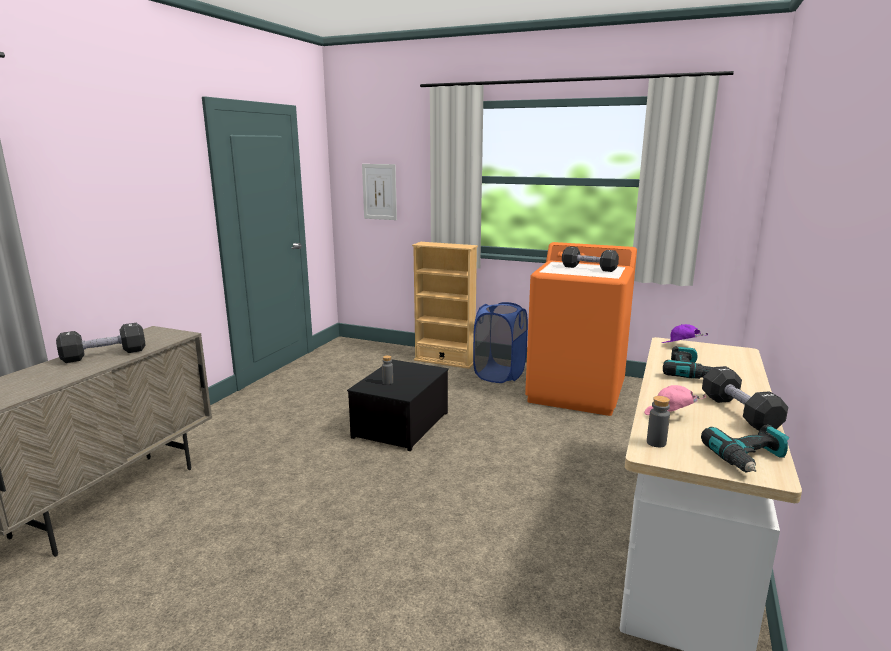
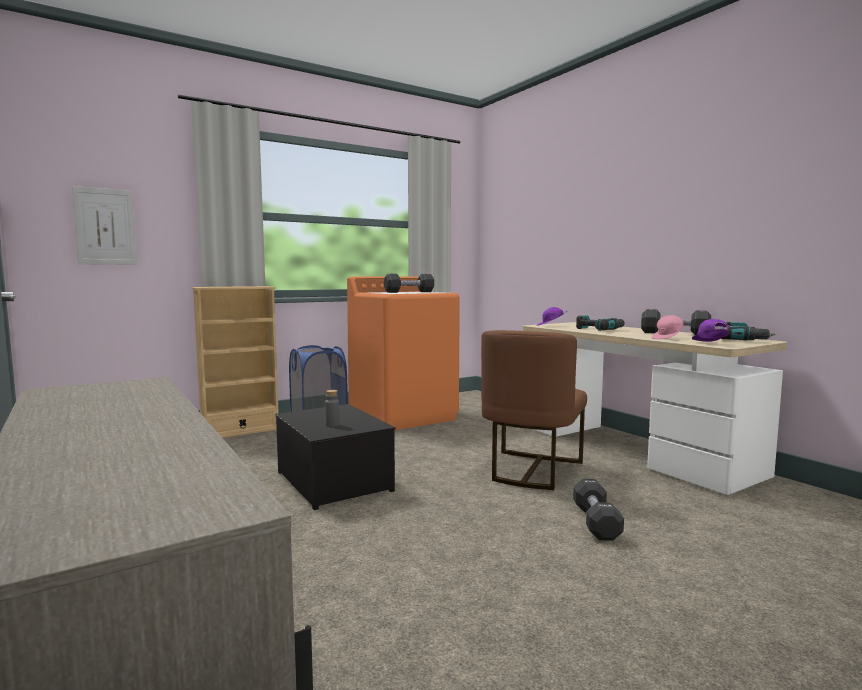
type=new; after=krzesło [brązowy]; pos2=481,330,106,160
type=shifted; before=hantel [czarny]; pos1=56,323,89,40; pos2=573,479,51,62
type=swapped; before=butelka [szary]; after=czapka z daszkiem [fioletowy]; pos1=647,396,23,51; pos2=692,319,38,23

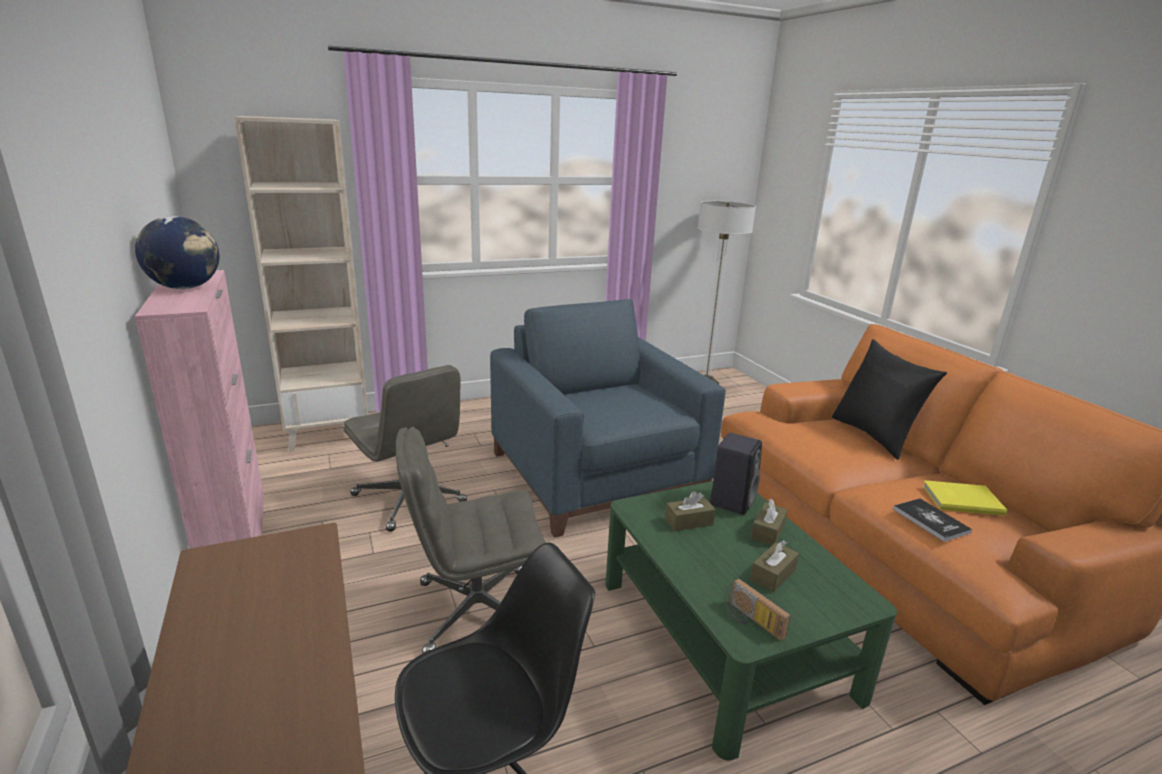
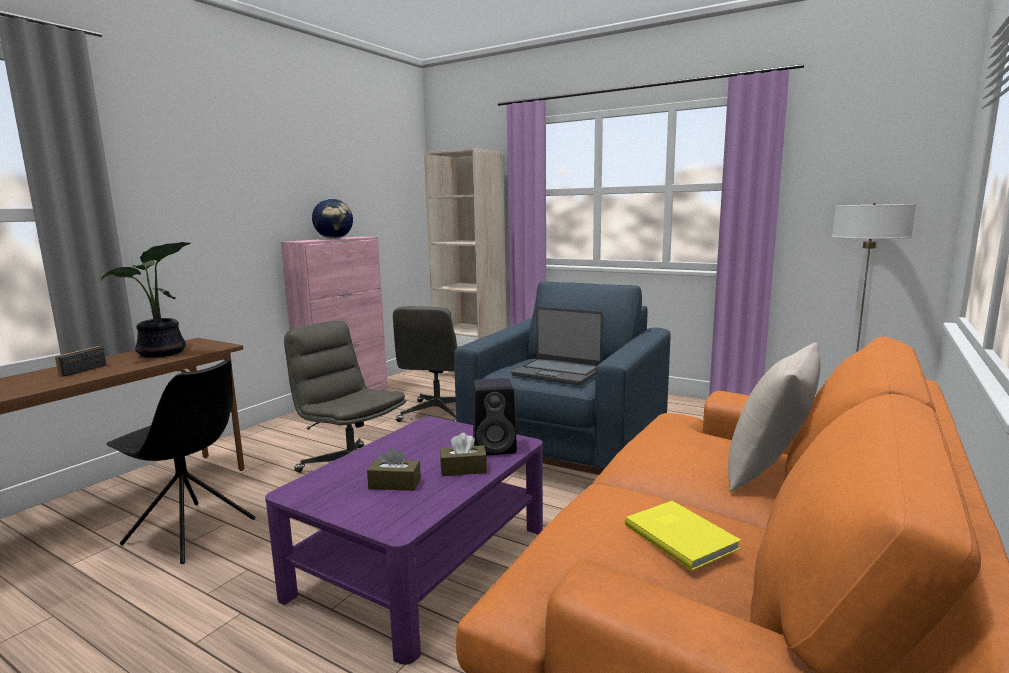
type=shifted; before=radio; pos1=725,579,66,62; pos2=55,346,51,31
type=new; after=roślina doniczkowa; pos2=98,242,93,116
type=repainted; before=ława [zielony]; after=ława [fioletowy]; pos1=605,481,292,280; pos2=265,416,278,249
type=new; after=laptop; pos2=511,307,93,78
type=repainted; before=poduszka [czarny]; after=poduszka [beżowy]; pos1=832,339,115,121; pos2=728,342,92,150
type=gone; before=pudełko chusteczek [brązowy]; pos1=665,491,51,40
type=gone; before=książka; pos1=893,498,79,44

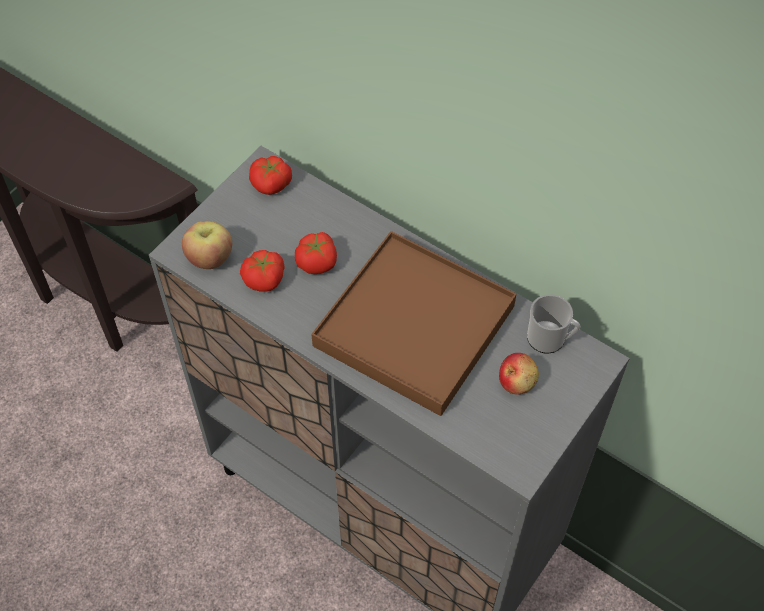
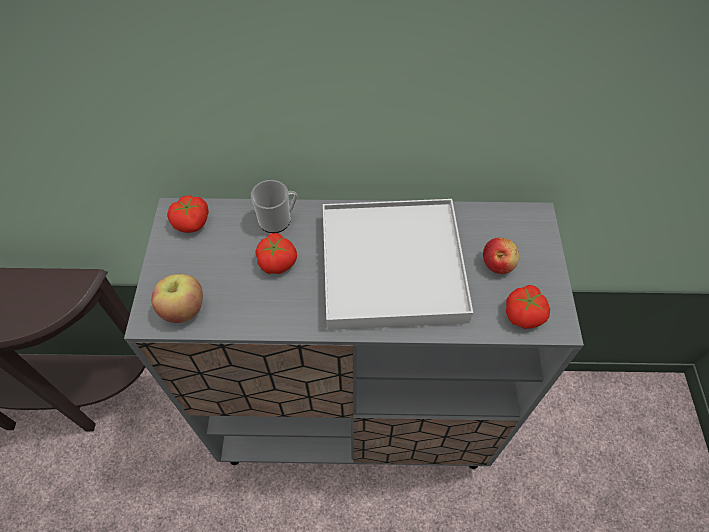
type=shifted; before=kubek; pos1=527,294,54,59; pos2=251,180,46,53
type=repainted; before=taca [brązowy]; after=taca [biały]; pos1=311,231,205,185; pos2=323,199,150,131
type=shifted; before=pomidor; pos1=240,250,44,42; pos2=506,285,44,44

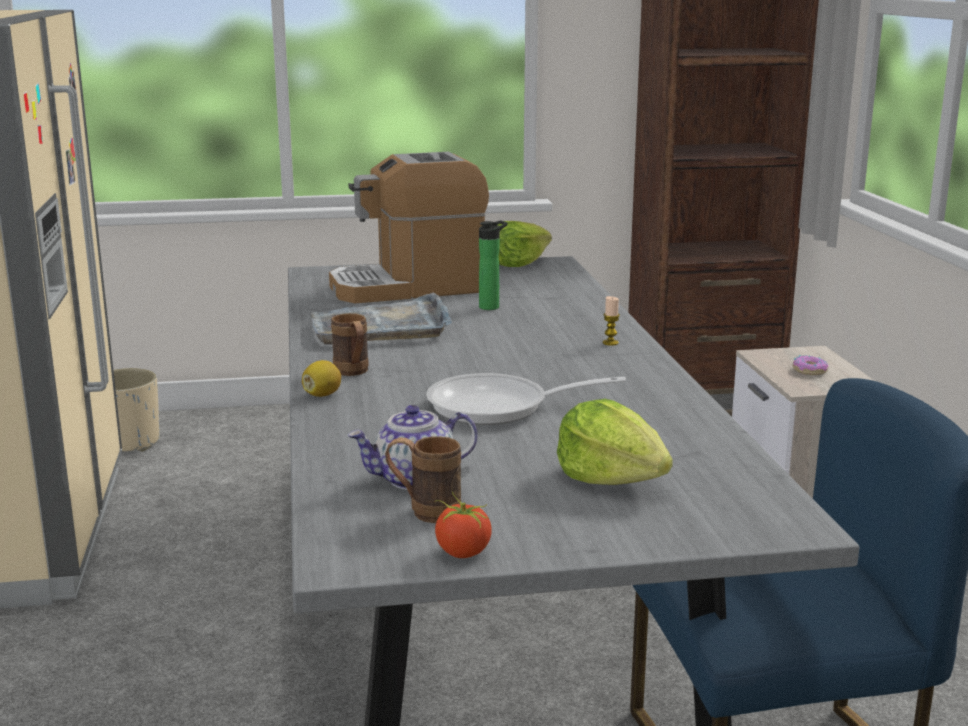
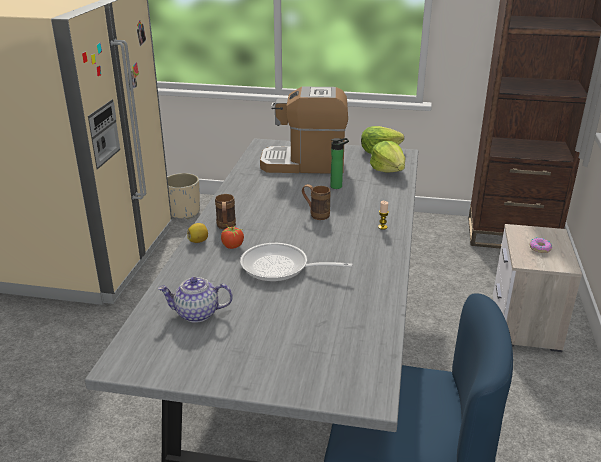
type=shifted; before=pomidor; pos1=435,492,57,66; pos2=221,224,23,25
type=shifted; before=kubek [brązowy]; pos1=385,436,76,87; pos2=302,184,29,36
type=shifted; before=sałata; pos1=557,399,116,86; pos2=370,141,35,31
type=gone; before=taca [szary]; pos1=311,293,141,51

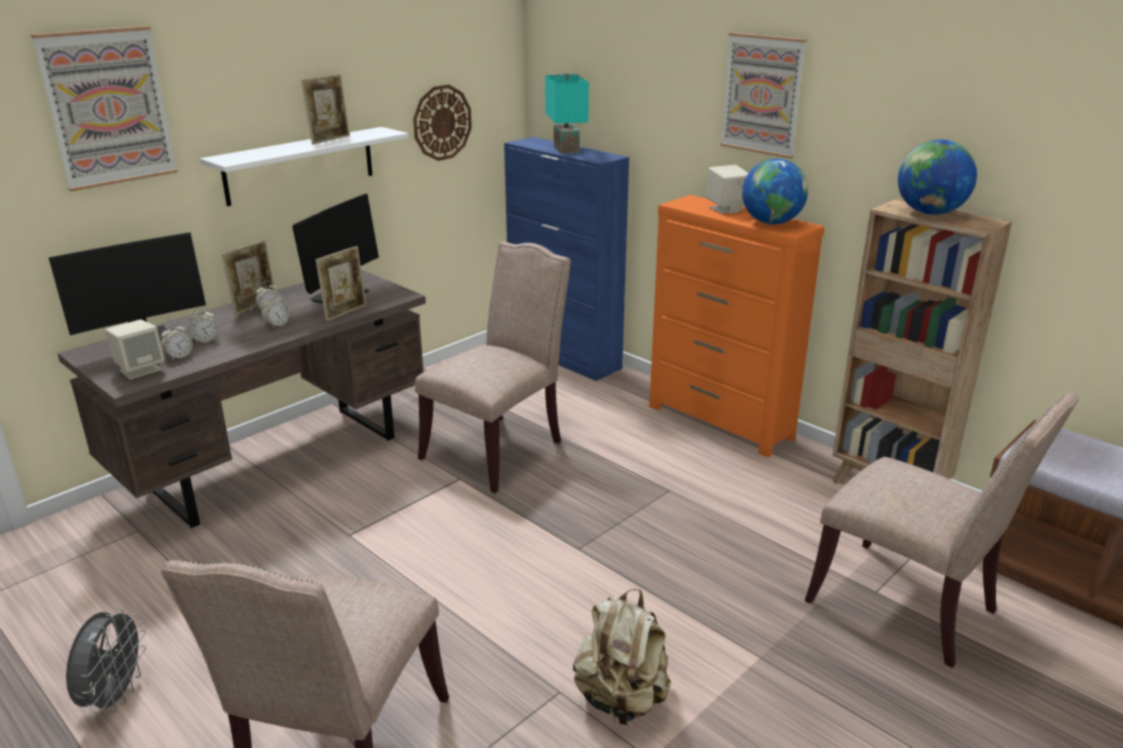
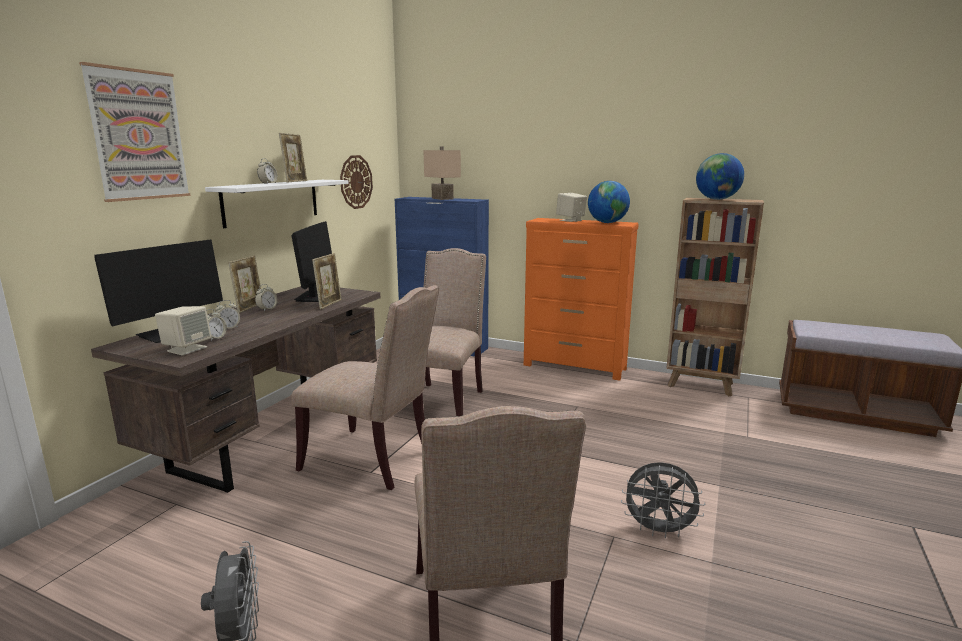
type=shifted; before=budzik; pos1=261,293,29,36; pos2=257,158,20,26
type=shifted; before=krzesło [beżowy]; pos1=805,393,275,275; pos2=291,285,148,205
type=repainted; before=lampa stołowa [turkusowy]; after=lampa stołowa [beżowy]; pos1=545,73,44,81; pos2=423,146,38,54
type=swapped; before=plecak [beżowy]; after=wentylator [szary]; pos1=573,589,98,136; pos2=621,462,84,77
type=gone; before=obraz; pos1=720,33,87,125

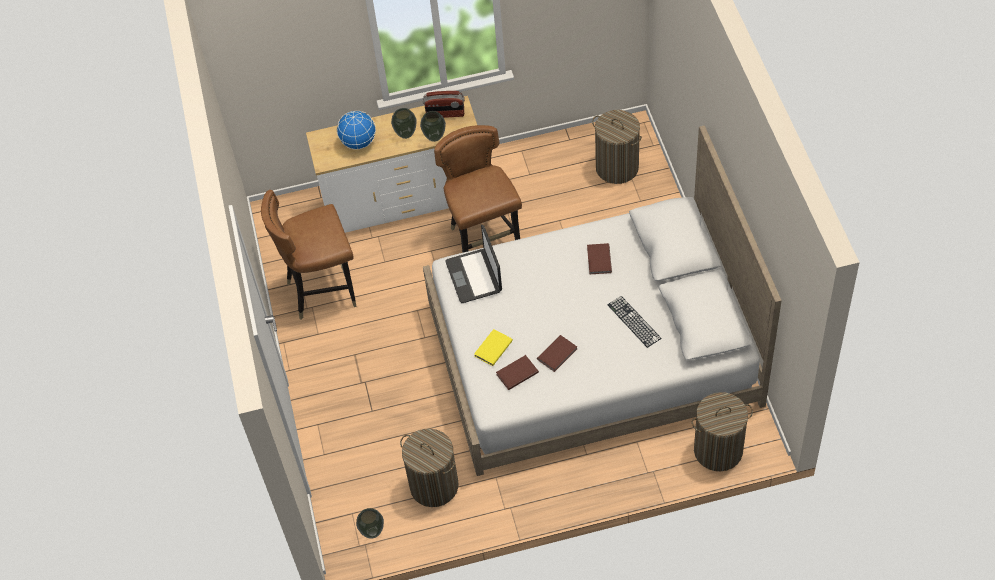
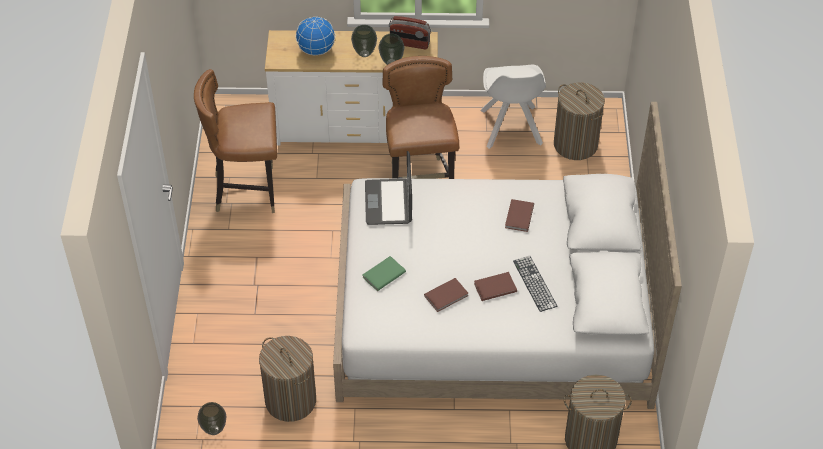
type=repainted; before=książka [żółty]; after=książka [zielony]; pos1=474,329,39,37; pos2=362,256,44,35
type=shifted; before=książka [brązowy]; pos1=496,355,43,35; pos2=474,272,43,29
type=new; after=krzesło [biały]; pos2=480,65,66,84

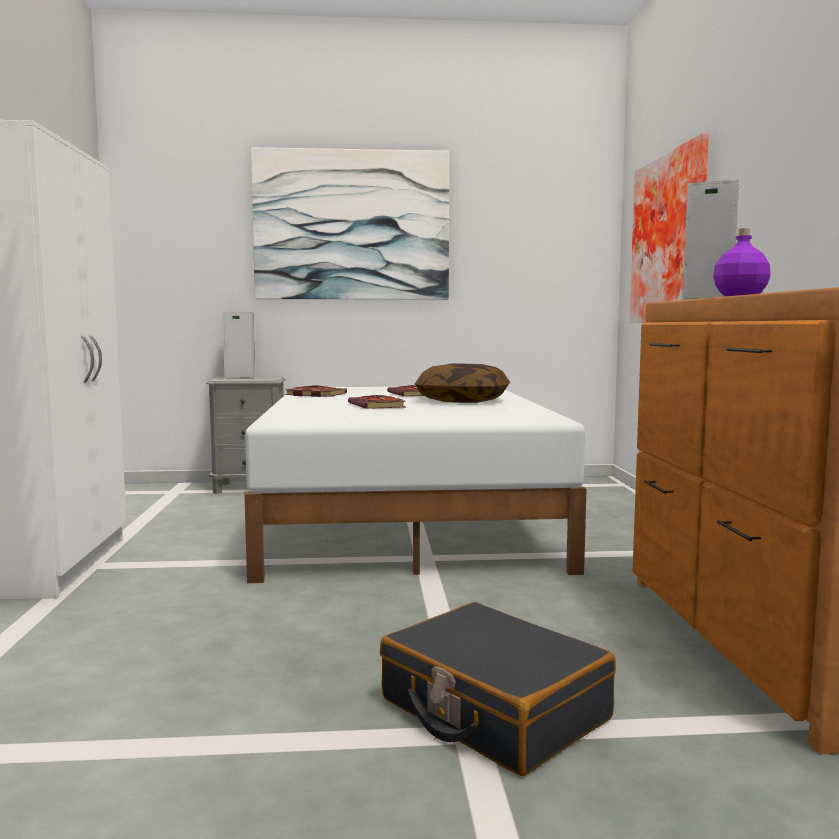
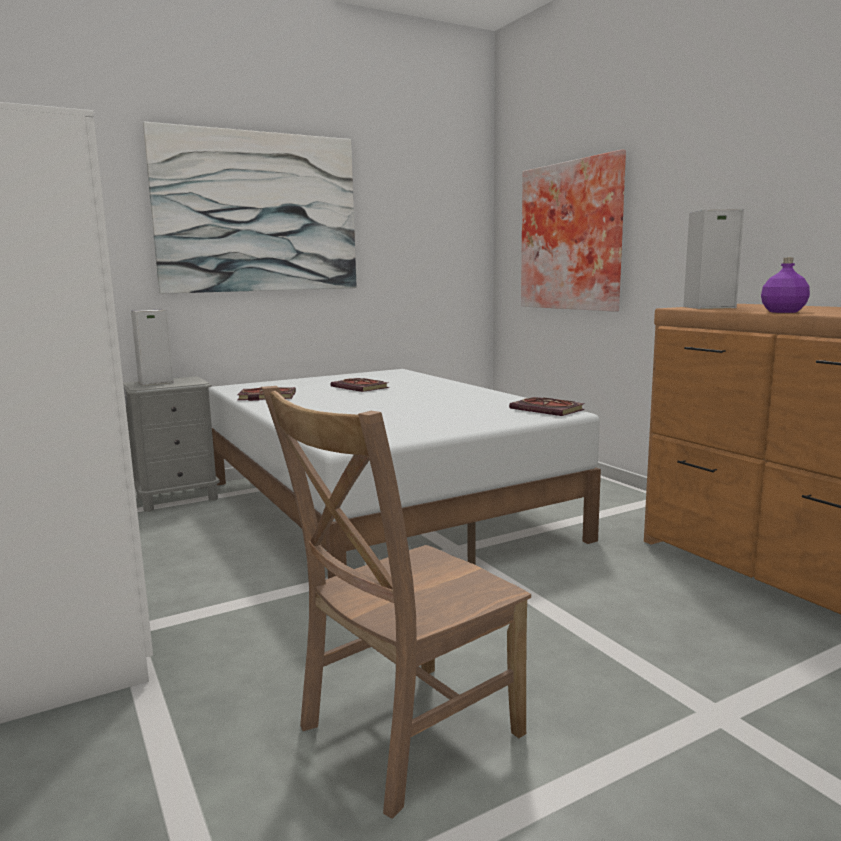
type=new; after=krzesło [brązowy]; pos2=261,386,270,433
type=shifted; before=książka; pos1=348,395,58,14; pos2=509,397,76,19
type=gone; before=walizka [czarny]; pos1=380,602,236,174
type=gone; before=poduszka; pos1=415,363,95,40

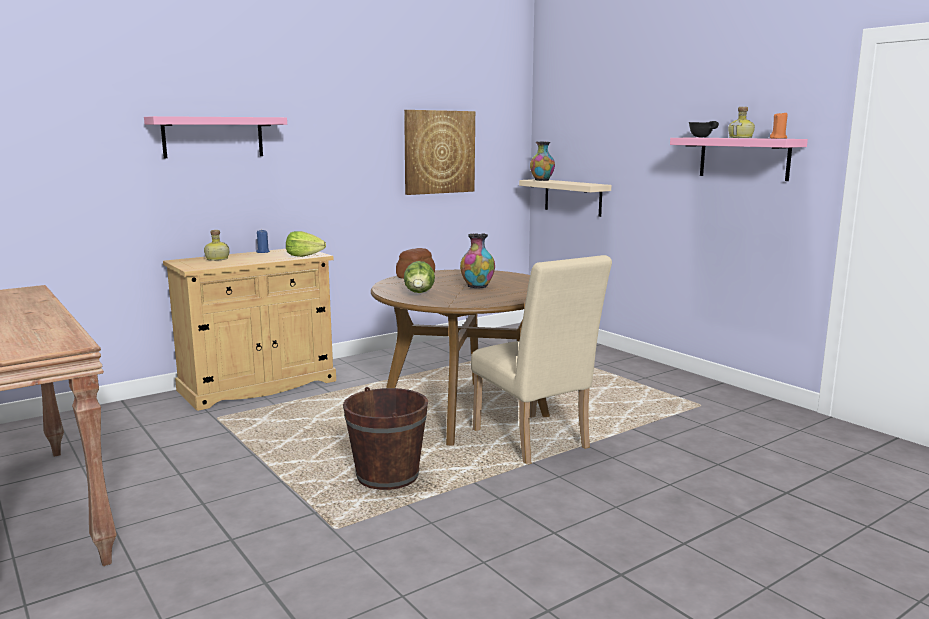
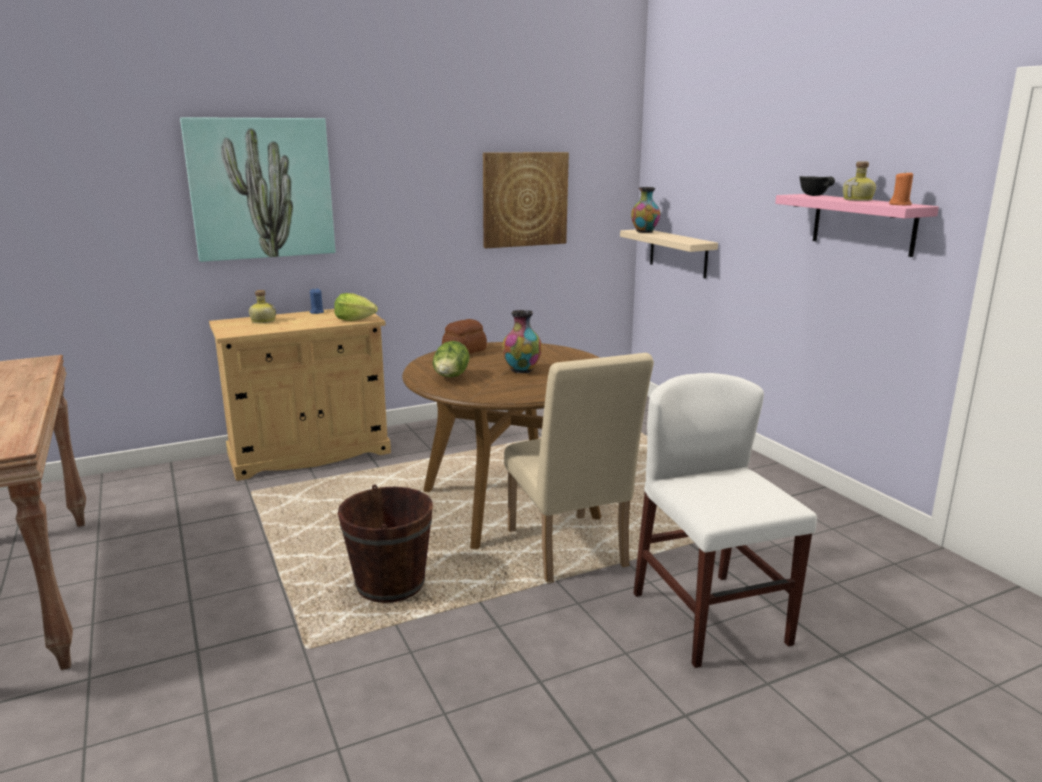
type=swapped; before=półka [różowy]; after=obraz; pos1=144,116,143,42; pos2=180,117,155,145
type=new; after=krzesło [biały]; pos2=634,373,183,295

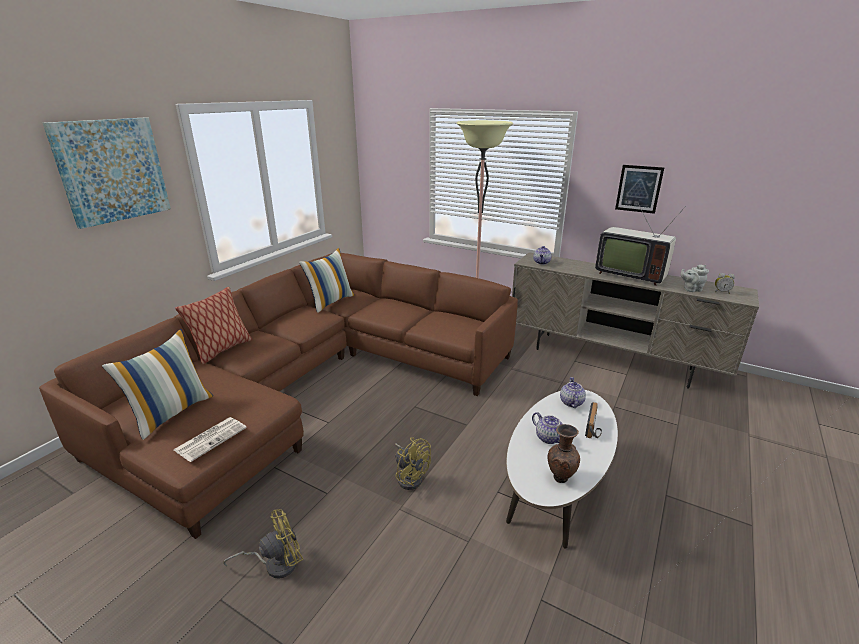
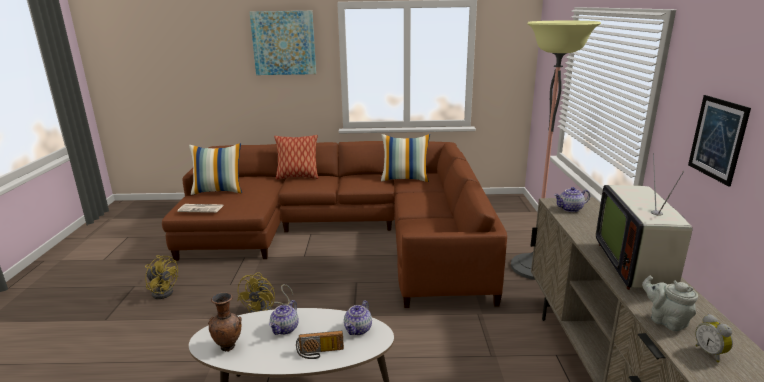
type=rotated; before=imbryk; pos1=560,377,26,31; pos2=344,301,28,34; turn=135

